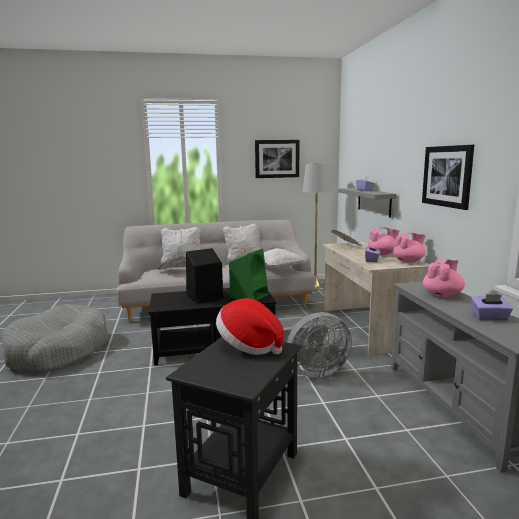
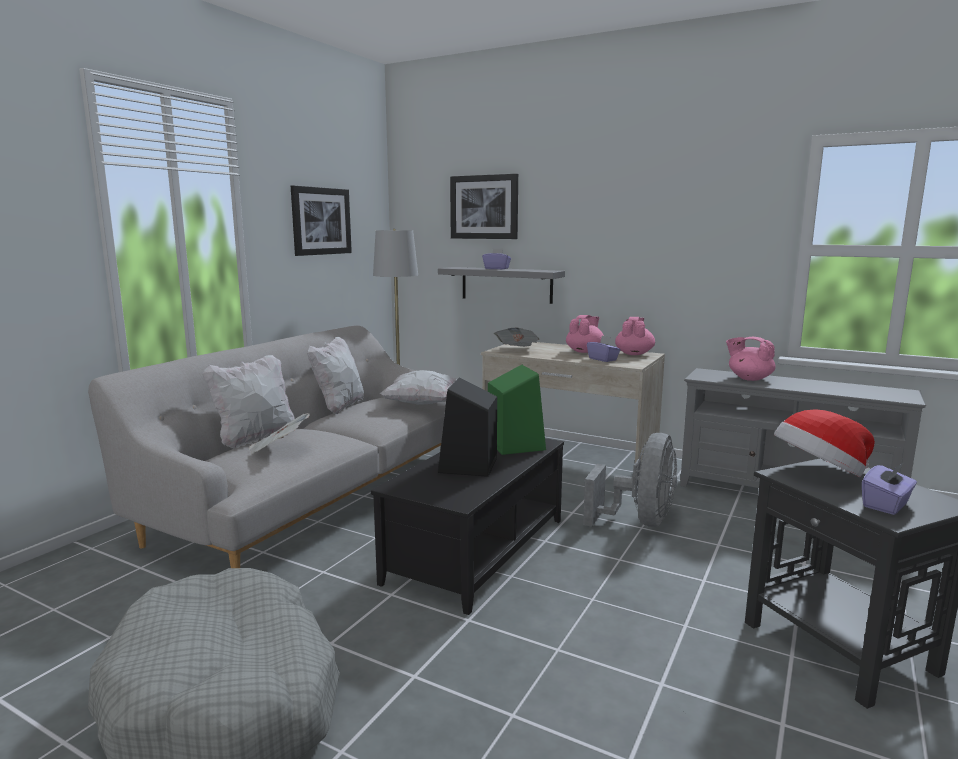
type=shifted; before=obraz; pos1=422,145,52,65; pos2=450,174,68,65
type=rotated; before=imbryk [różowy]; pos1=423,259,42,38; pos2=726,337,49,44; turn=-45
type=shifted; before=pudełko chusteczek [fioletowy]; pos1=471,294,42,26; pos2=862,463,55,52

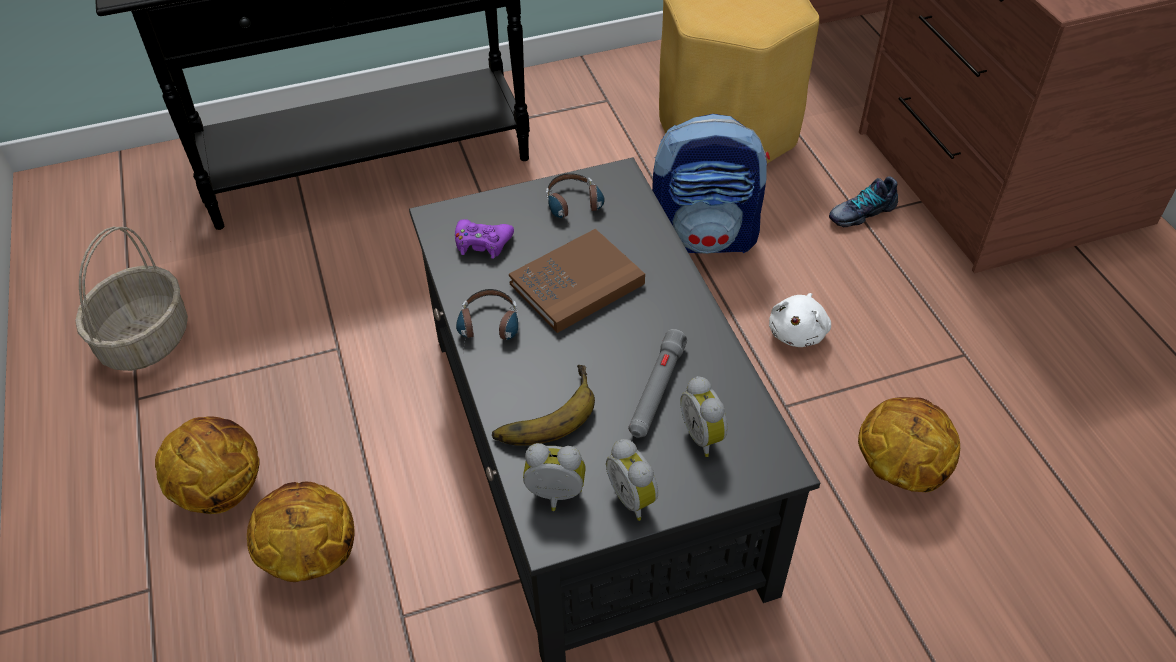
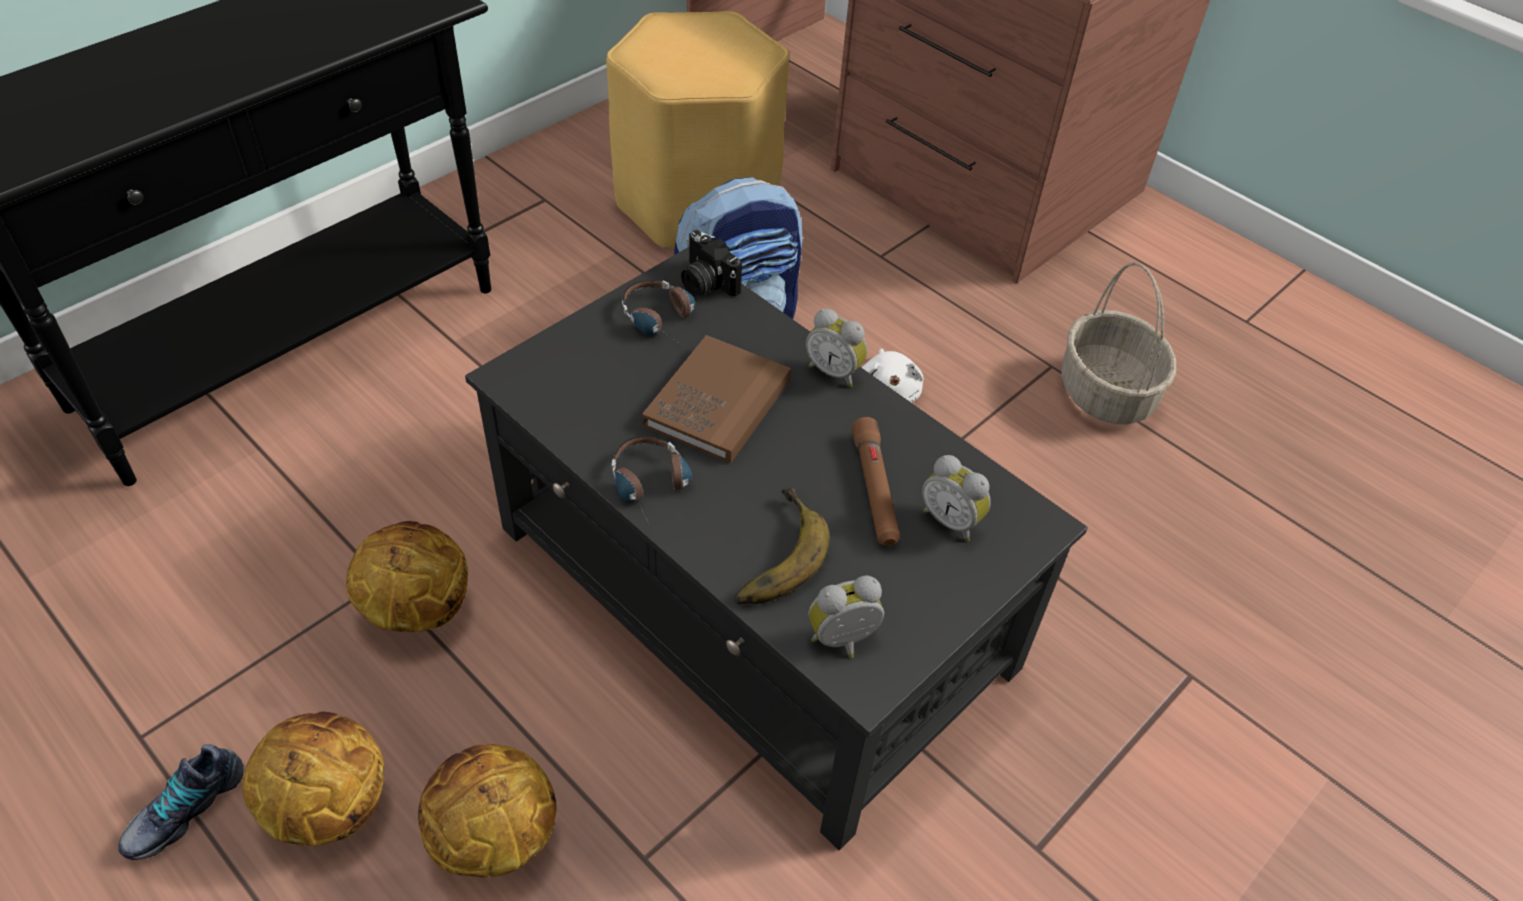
type=shifted; before=but; pos1=829,176,69,51; pos2=118,744,125,116
type=shifted; before=piłka do koszykówki; pos1=858,397,102,95; pos2=346,521,122,111
type=new; after=aparat fotograficzny; pos2=681,230,61,66
type=shifted; before=budzik; pos1=606,439,52,82; pos2=806,309,61,78
type=repainted; before=latarka [szary]; after=latarka [brązowy]; pos1=628,329,59,109; pos2=852,417,48,129
type=shifted; before=koszyk; pos1=75,227,113,144; pos2=1061,262,115,163
type=gone; before=pad do gier [fioletowy]; pos1=455,219,59,40

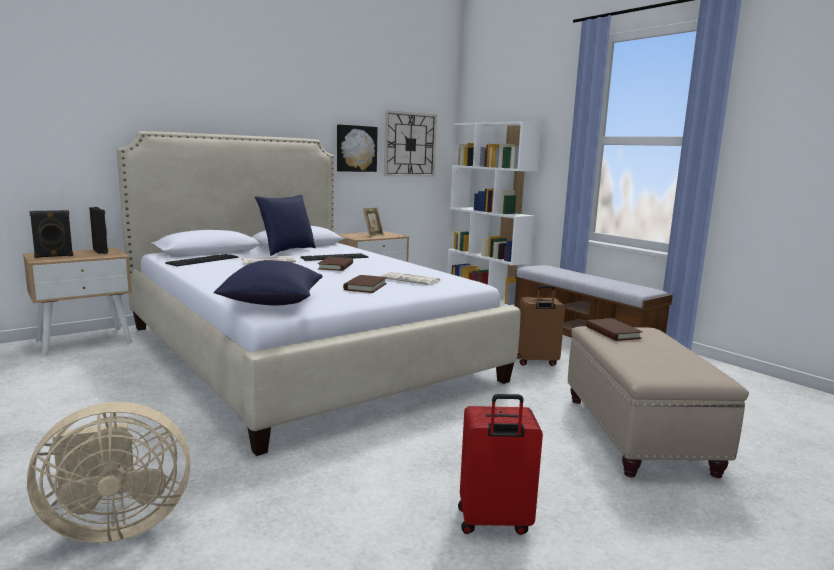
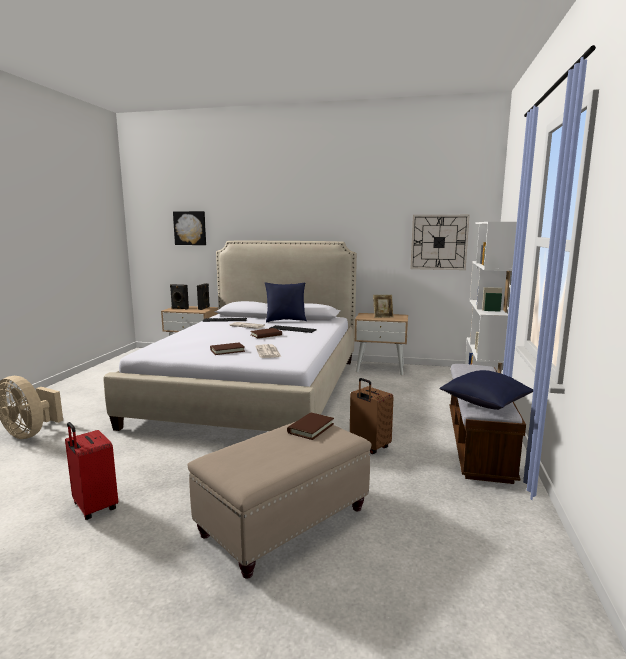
type=shifted; before=obraz; pos1=337,124,41,48; pos2=173,211,33,34
type=shifted; before=poduszka [niebieski]; pos1=214,260,109,45; pos2=439,370,94,40

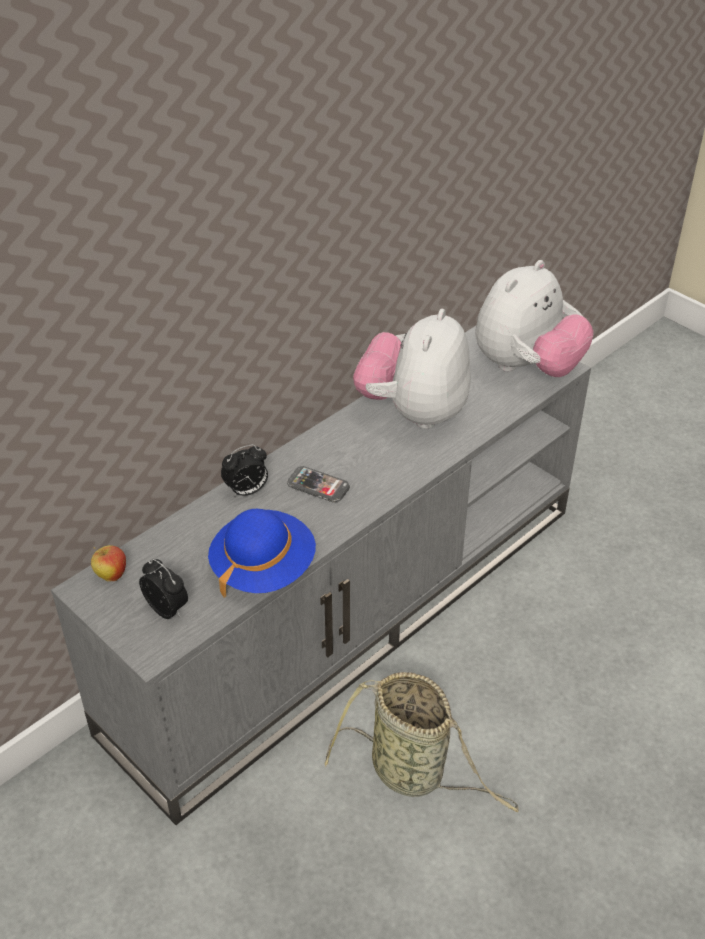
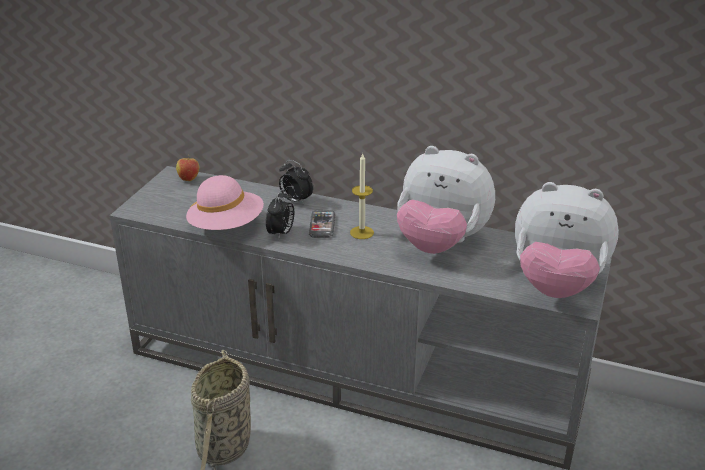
type=repainted; before=kapelusz [niebieski]; after=kapelusz [różowy]; pos1=208,509,108,89; pos2=186,175,78,55
type=shifted; before=budzik; pos1=139,559,49,60; pos2=266,189,28,51
type=new; after=świeca; pos2=350,153,24,86
type=rotated; before=pluszak; pos1=353,309,118,120; pos2=397,146,98,108; turn=-150

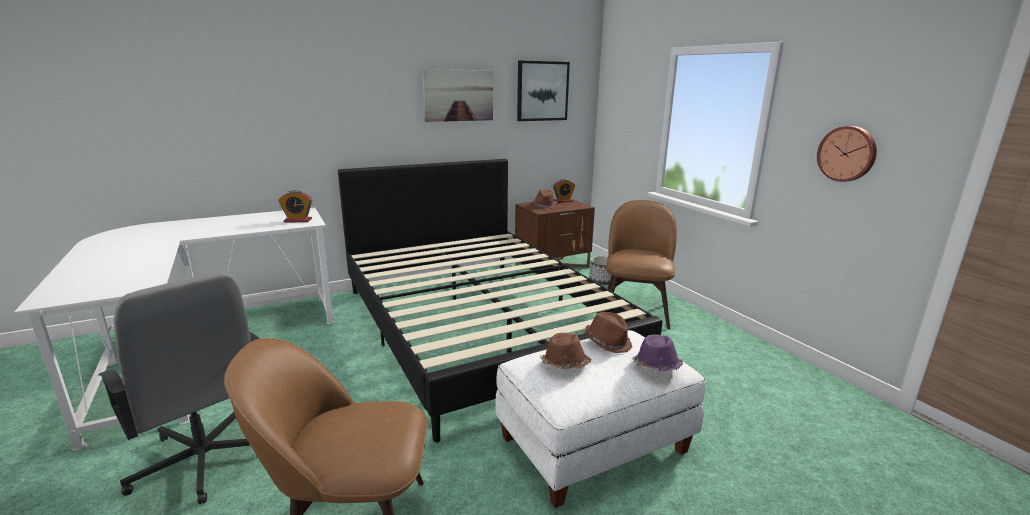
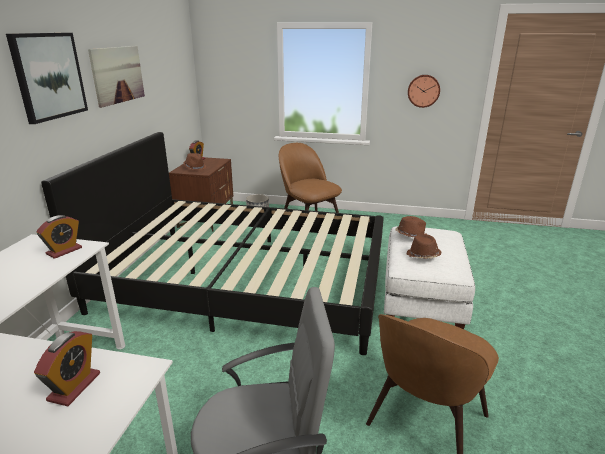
type=shifted; before=obraz; pos1=517,60,53,61; pos2=6,33,82,91
type=new; after=budzik; pos2=34,331,66,75
type=gone; before=kapelusz [fioletowy]; pos1=632,334,51,37

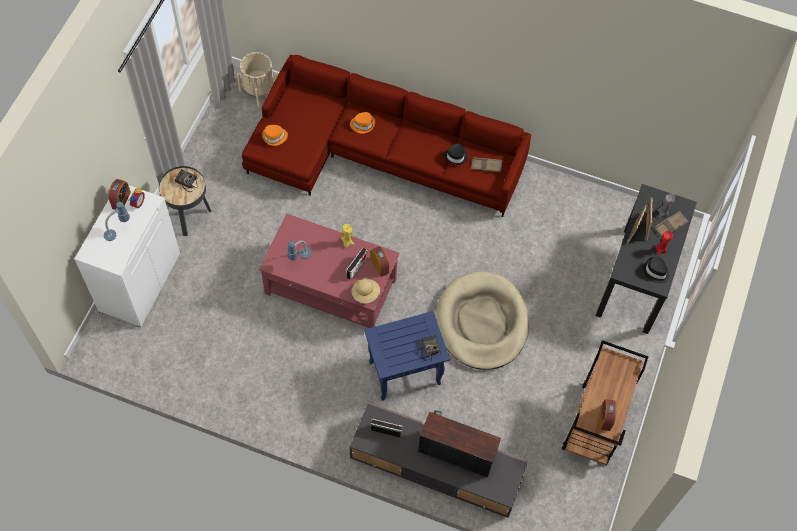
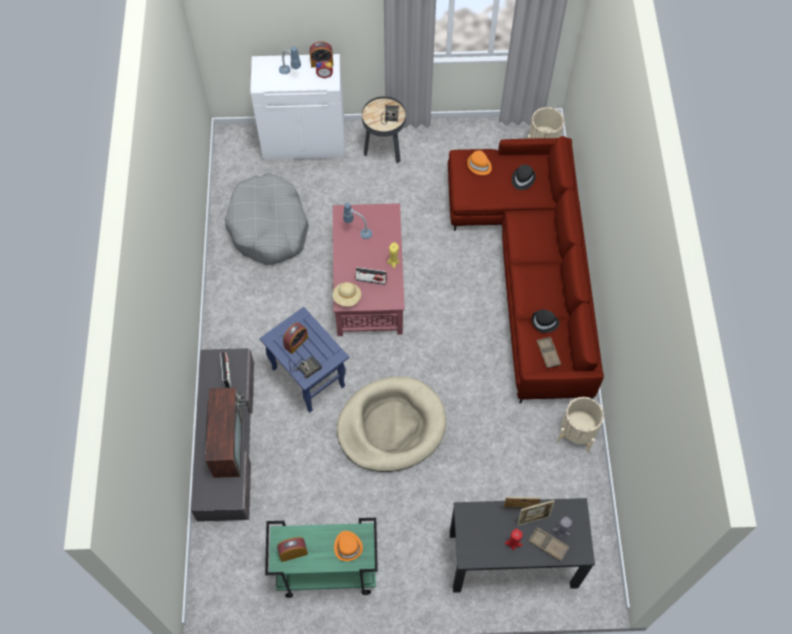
type=new; after=legowisko [szary]; pos2=225,173,84,92
type=repainted; before=wózek [brązowy]; after=wózek [zielony]; pos1=562,340,86,126; pos2=265,518,113,80
type=shifted; before=budzik; pos1=370,246,19,31; pos2=283,322,25,32
type=shifted; before=kapelusz [pomarańczowy]; pos1=350,112,25,21; pos2=334,531,29,30
type=shifted; before=kapelusz [czarny]; pos1=643,257,26,26; pos2=512,165,24,25
type=new; after=donica [beżowy]; pos2=557,397,47,56

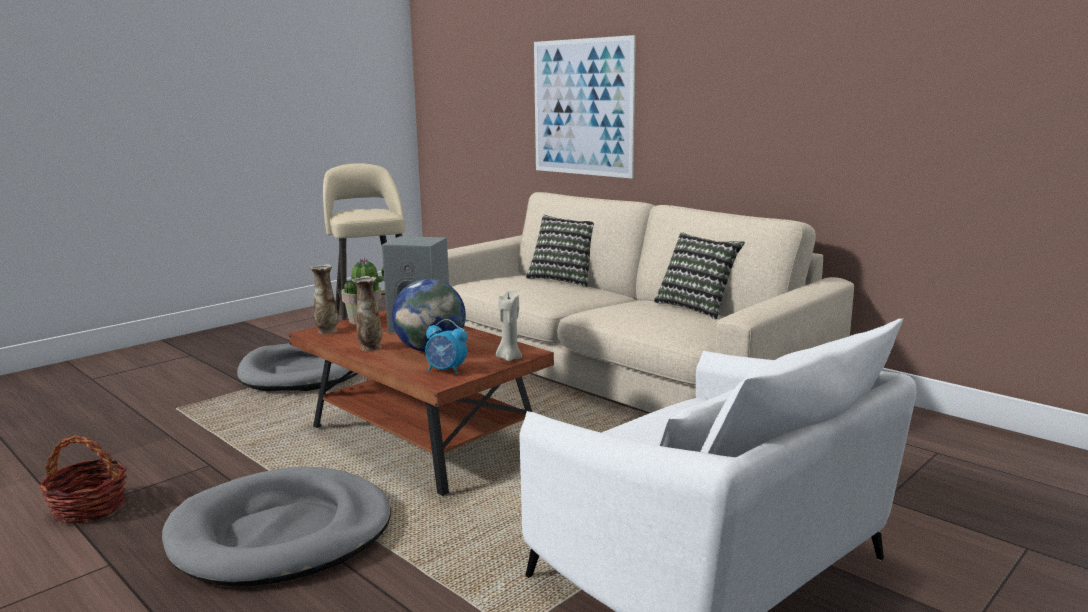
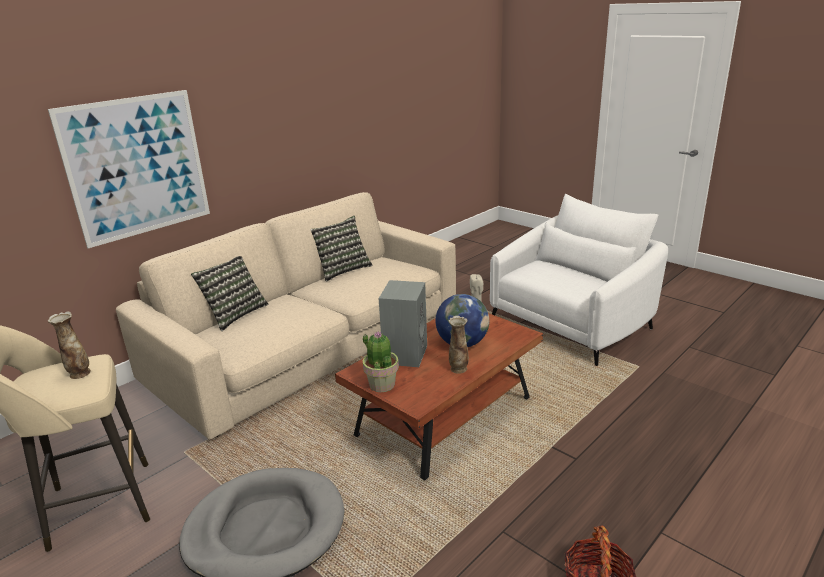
type=shifted; before=wazon; pos1=310,264,28,70; pos2=48,312,43,67
type=gone; before=legowisko [szary]; pos1=162,467,229,119
type=gone; before=budzik; pos1=425,319,42,55

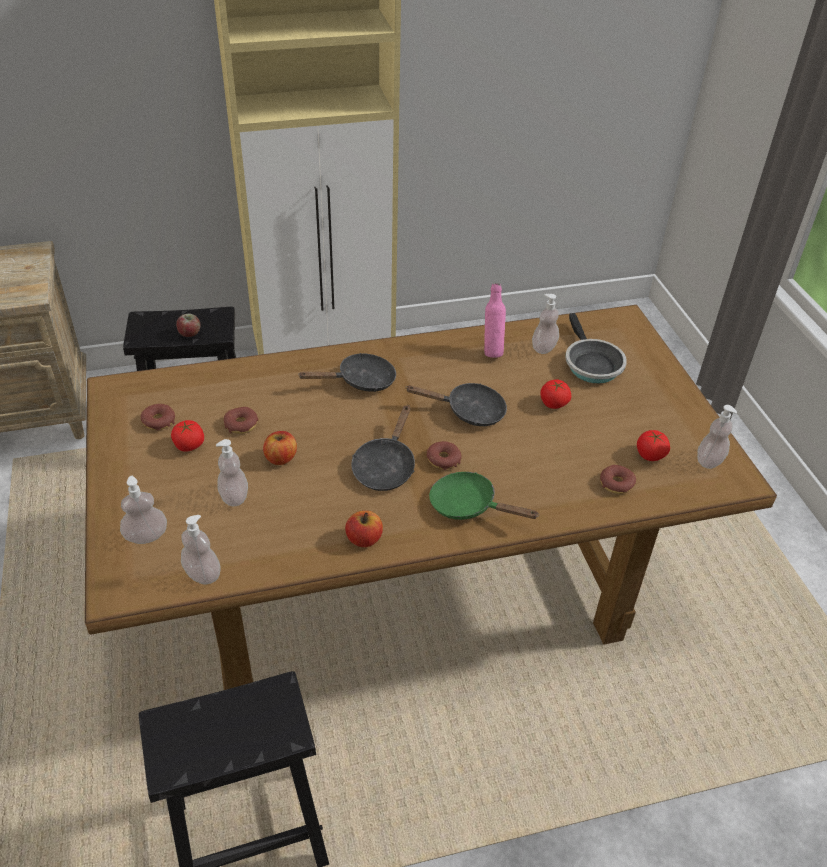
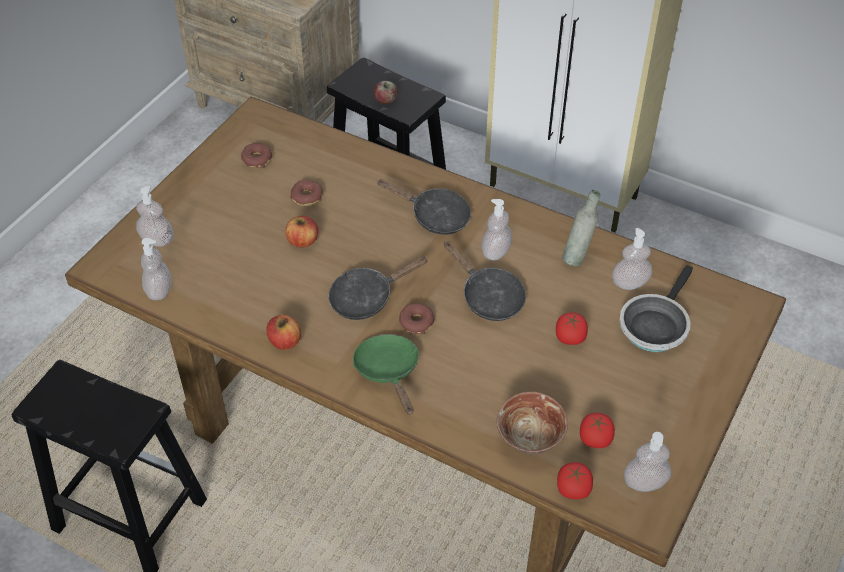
type=shifted; before=dozownik mydła; pos1=216,439,32,67; pos2=481,199,31,62
type=swapped; before=donut; after=miska; pos1=600,465,36,29; pos2=497,391,71,64
type=shifted; before=pomidor; pos1=171,420,33,32; pos2=557,462,36,37
type=repainted; before=butelka [różowy]; after=butelka [szary]; pos1=484,283,22,75; pos2=562,190,38,77

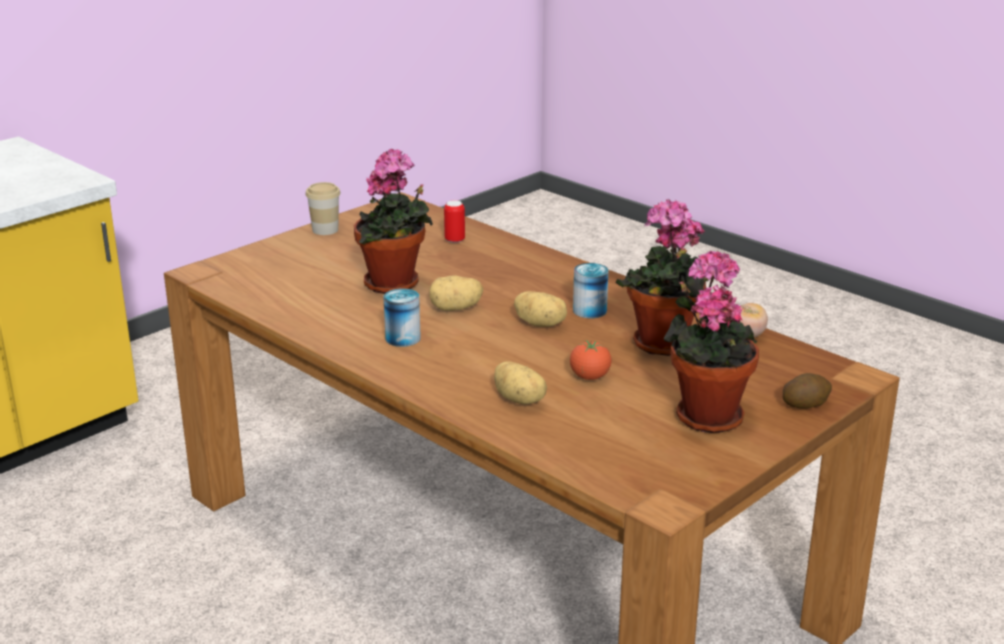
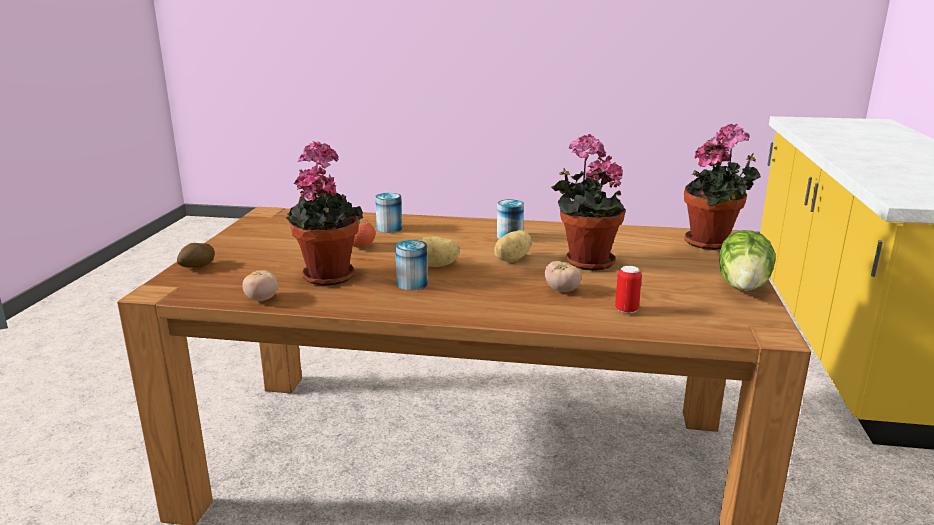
type=swapped; before=ziemniak; after=puszka; pos1=494,361,53,44; pos2=375,193,27,40
type=new; after=pomidor; pos2=545,261,36,31
type=shifted; before=roślina doniczkowa; pos1=664,251,95,182; pos2=684,124,77,126
type=swapped; before=filiżanka; after=sałata; pos1=305,182,36,53; pos2=719,230,56,61

